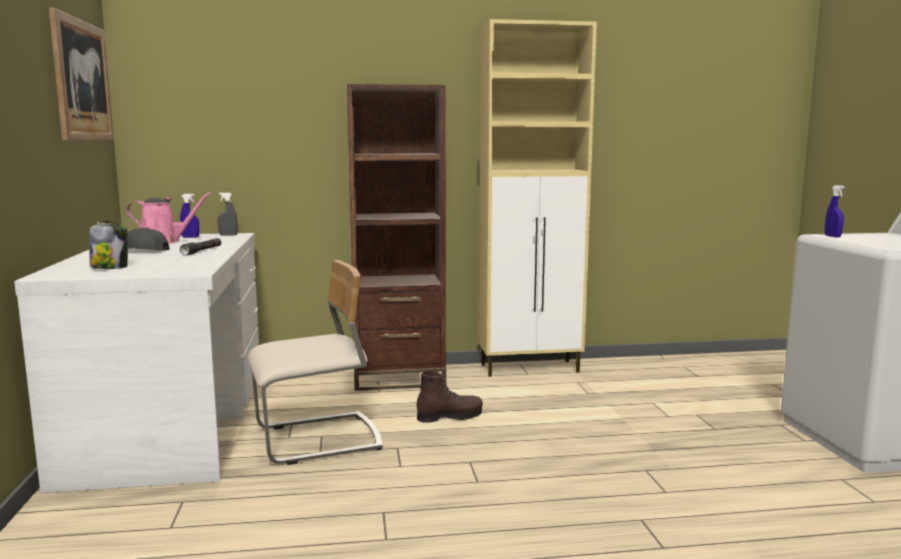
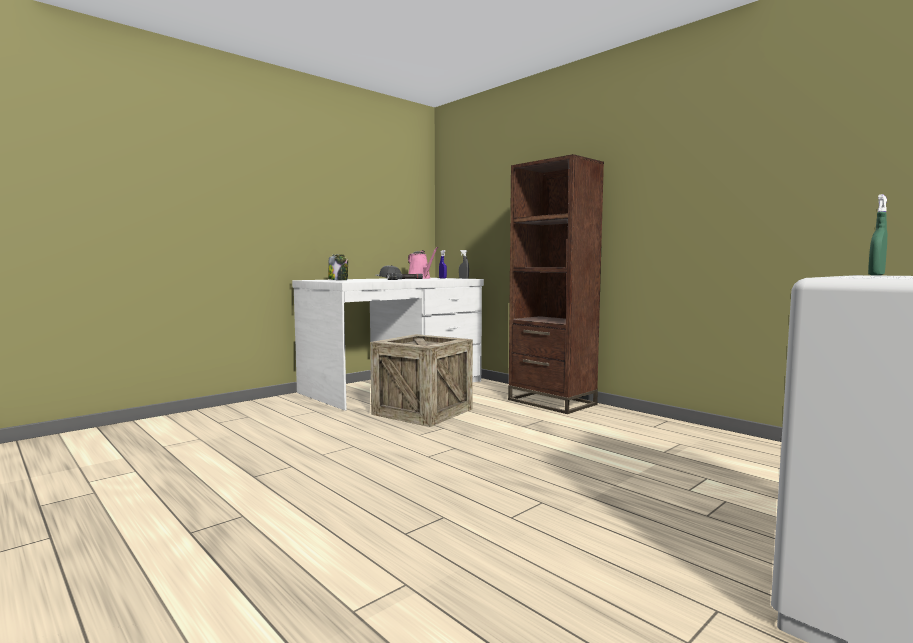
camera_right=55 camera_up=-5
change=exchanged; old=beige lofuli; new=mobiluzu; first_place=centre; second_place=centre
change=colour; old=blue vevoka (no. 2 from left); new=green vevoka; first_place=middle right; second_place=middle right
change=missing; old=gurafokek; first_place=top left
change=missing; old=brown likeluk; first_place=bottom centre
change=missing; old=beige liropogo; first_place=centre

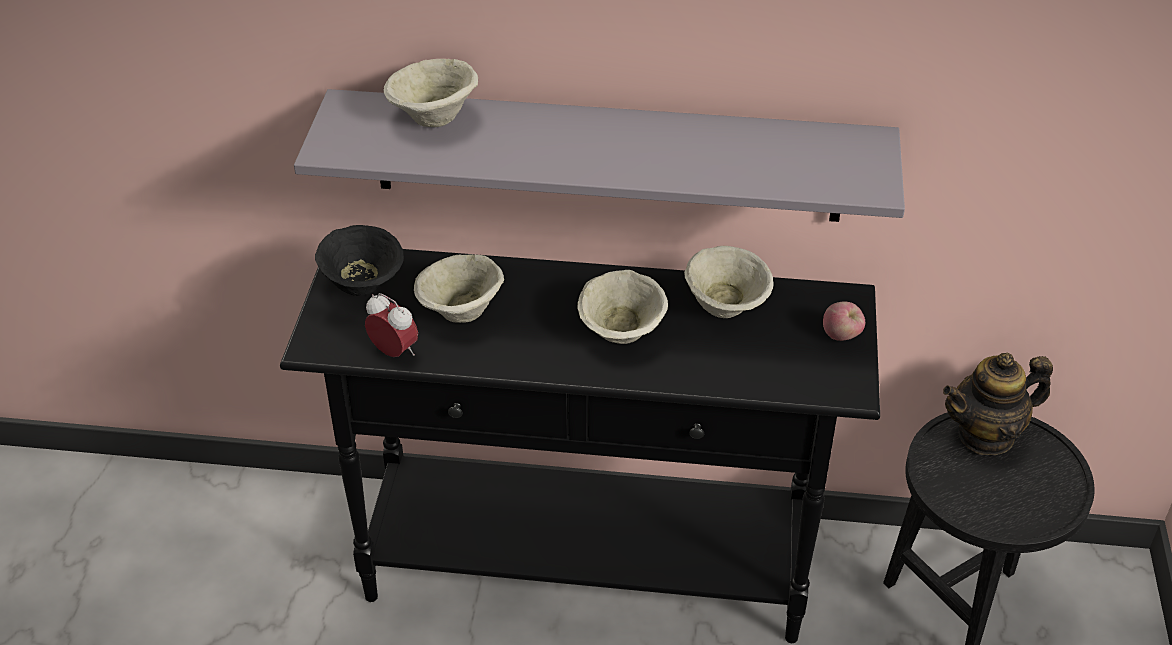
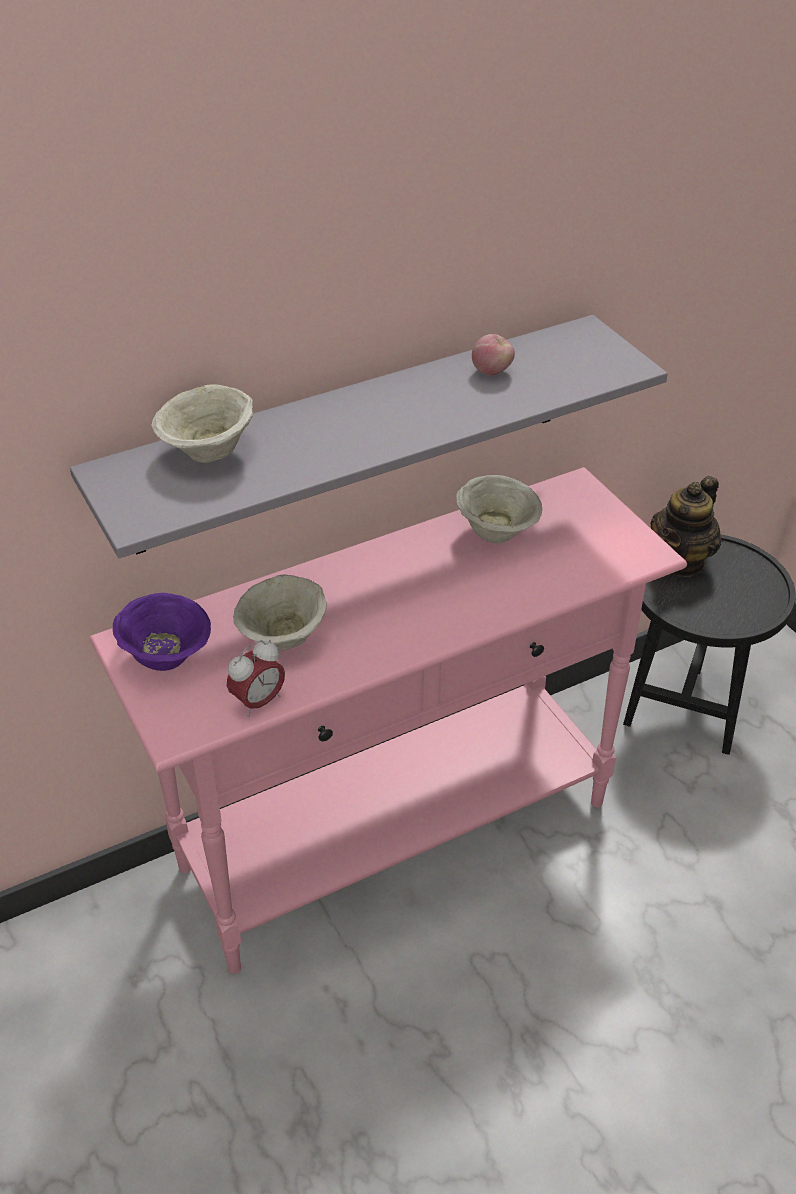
camera_right=-35 camera_up=0
change=colour; old=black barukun; new=pink barukun; first_place=bottom centre; second_place=centre
change=colour; old=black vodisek; new=purple vodisek; first_place=middle left; second_place=middle left
change=spun; old=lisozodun; first_place=centre; second_place=middle left; degrees=135
change=relocated; old=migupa; first_place=middle right; second_place=top centre
change=missing; old=beige vodisek (no. 3 from left); first_place=centre

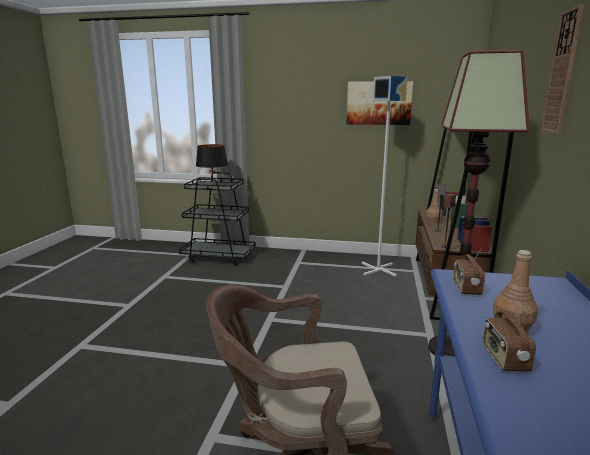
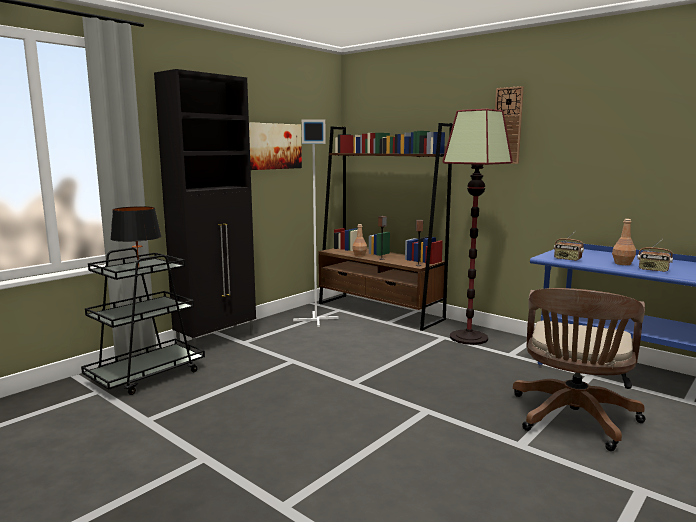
camera_right=-60 camera_up=-5
change=appeared; new=black liropogo; second_place=middle left

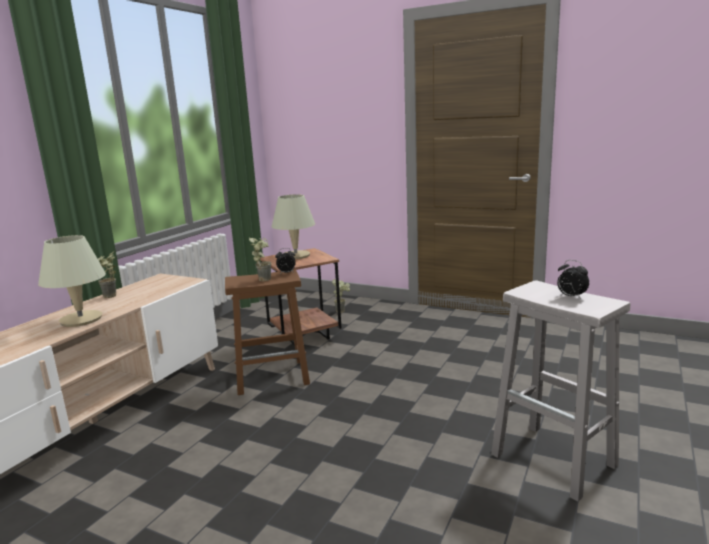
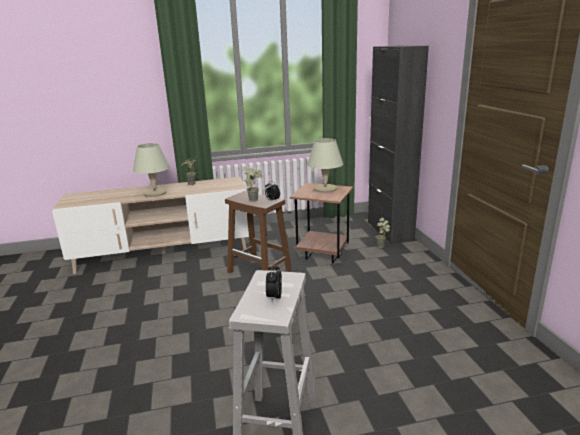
camera_right=50 camera_up=5
change=appeared; new=black liropogo; second_place=middle right

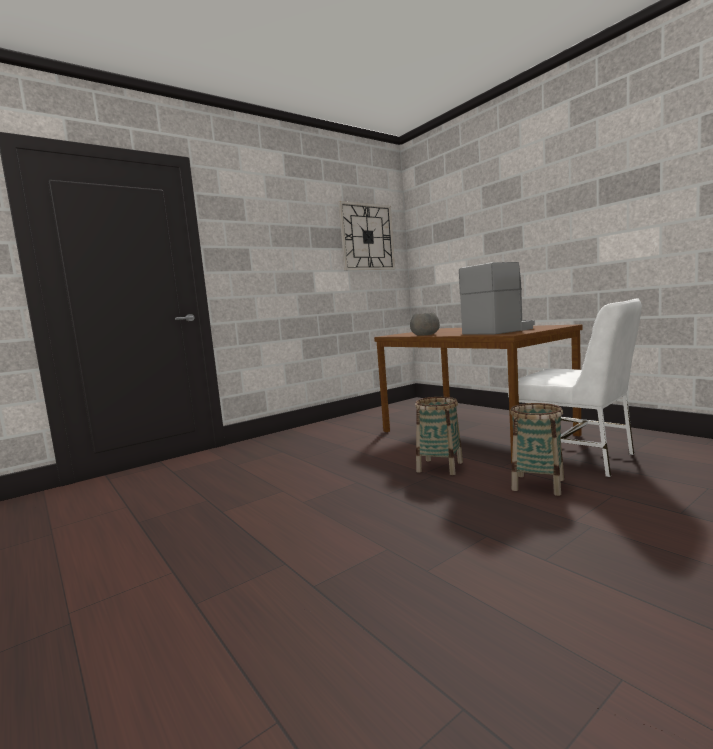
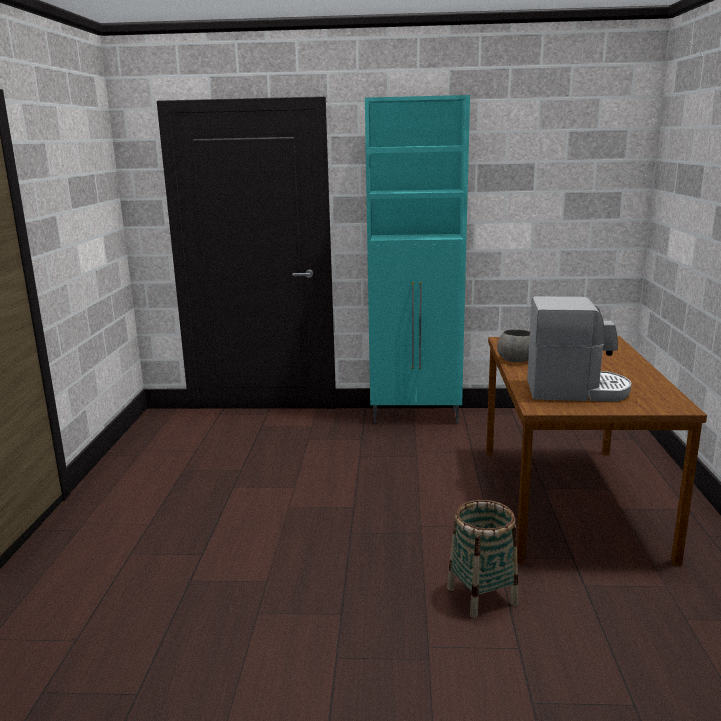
camera_right=40 camera_up=10
change=appeared; new=turquoise liropogo; second_place=centre
change=missing; old=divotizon; first_place=top centre
change=missing; old=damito (no. 1 from left); first_place=centre
change=missing; old=white lofuli; first_place=middle right

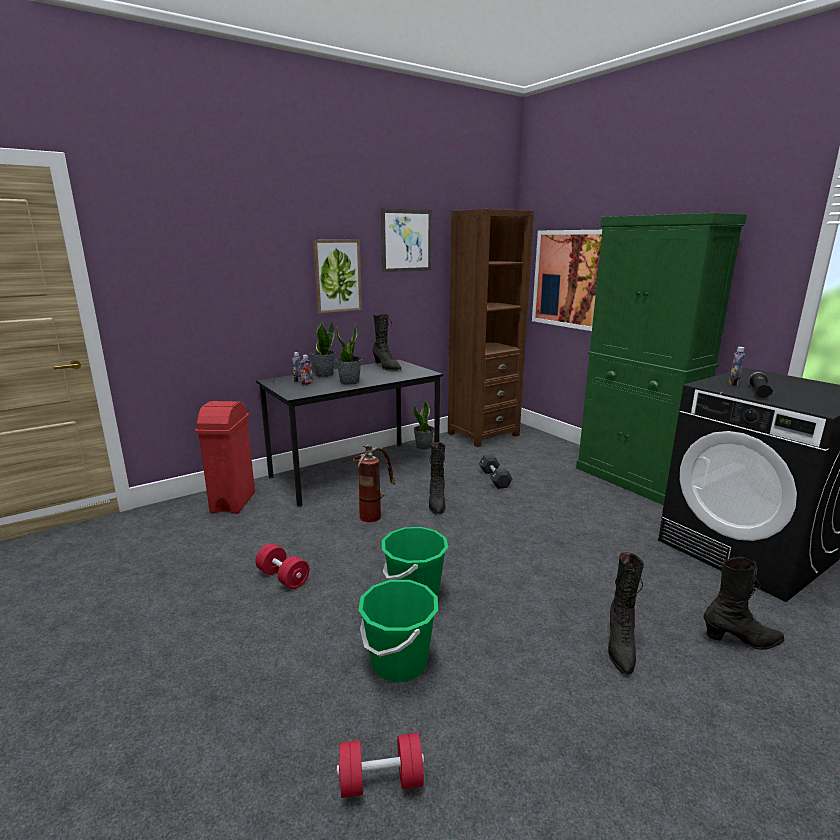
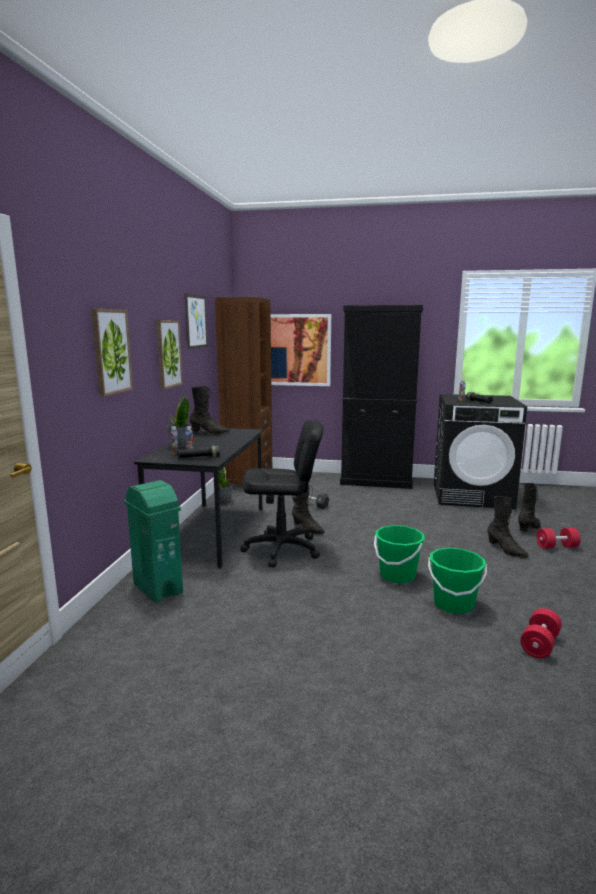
camera_right=-45 camera_up=-5
change=appeared; new=gurafokek (no. 1 from left); second_place=middle left
change=colour; old=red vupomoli; new=green vupomoli; first_place=middle left; second_place=middle left
change=appeared; new=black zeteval (no. 1 from left); second_place=centre
change=exchanged; old=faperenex; new=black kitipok; first_place=centre; second_place=centre
change=colour; old=green liropogo; new=black liropogo; first_place=middle right; second_place=centre
change=relocated; old=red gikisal (no. 1 from left in the first image); new=red gikisal (no. 2 from left); first_place=bottom centre; second_place=middle right
change=missing; old=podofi (no. 2 from left); first_place=centre

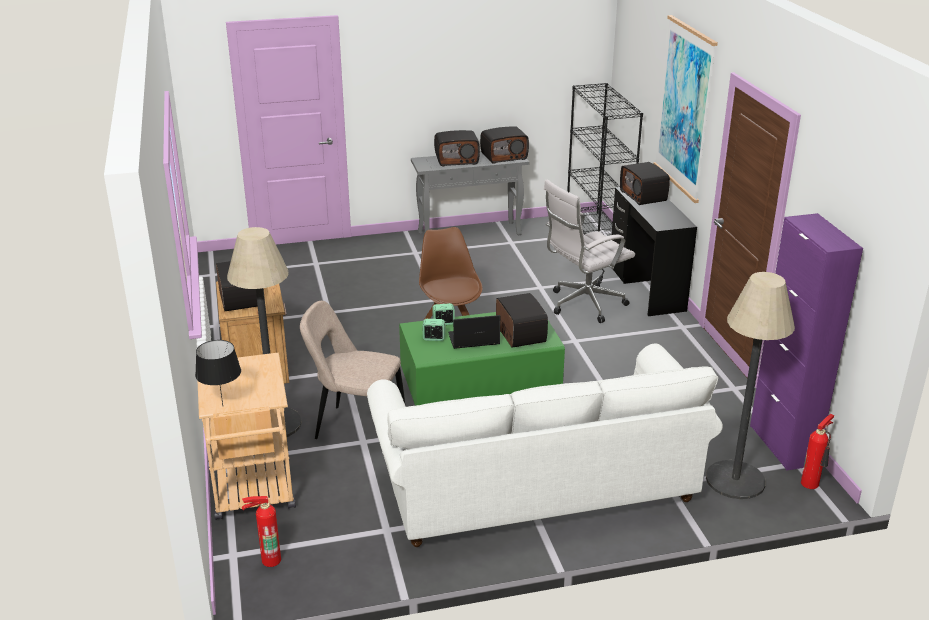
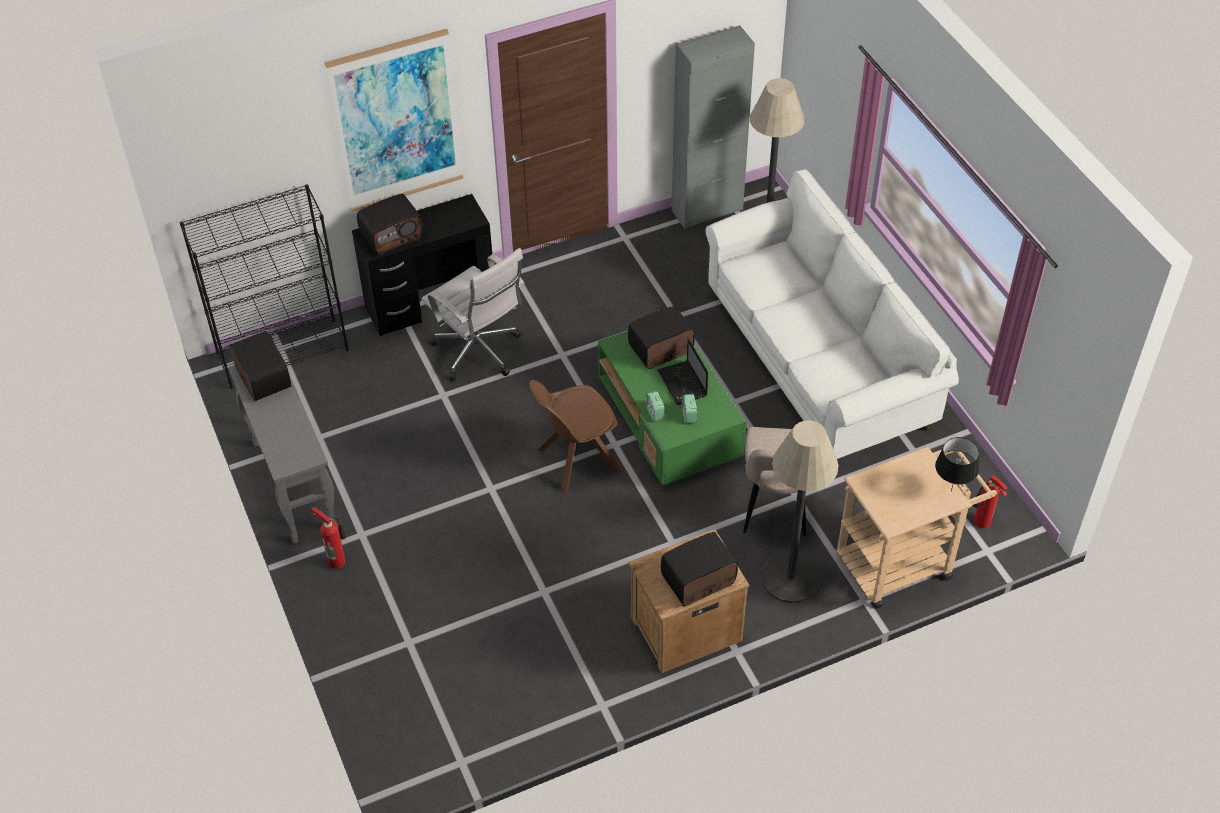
camera_right=-100 camera_up=20
change=relocated; old=faperenex (no. 2 from left in the first image); new=faperenex (no. 1 from left); first_place=bottom right; second_place=middle left
change=colour; old=purple liropogo; new=grey liropogo; first_place=middle right; second_place=top centre
change=missing; old=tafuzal (no. 2 from left); first_place=top centre

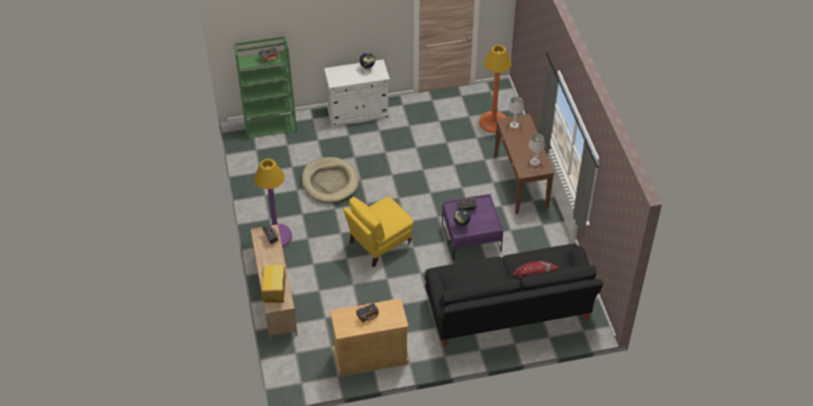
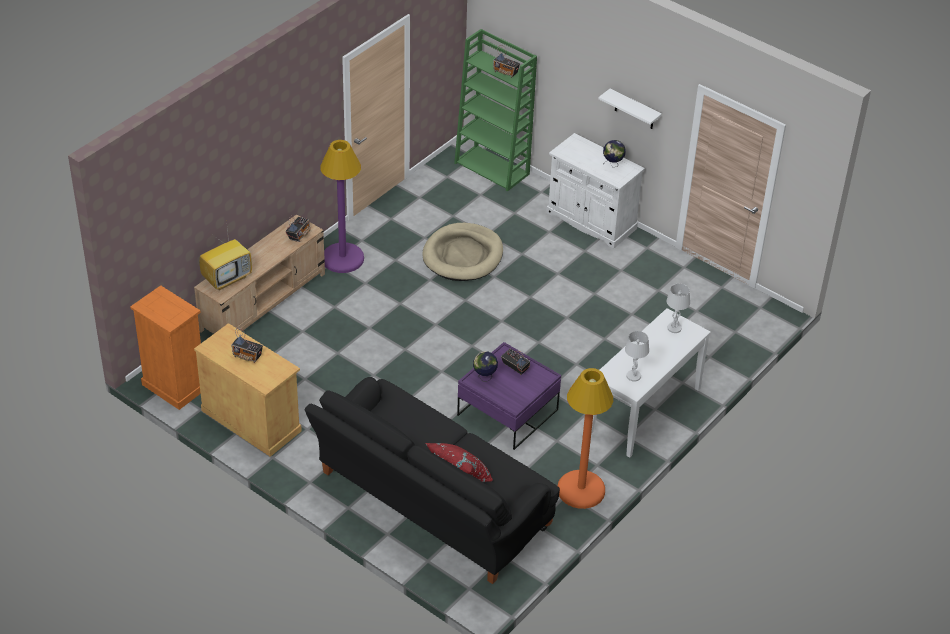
camera_right=50 camera_up=-5
change=appeared; new=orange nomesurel; second_place=middle left
change=relocated; old=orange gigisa; first_place=top centre; second_place=bottom centre
change=colour; old=brown barukun; new=white barukun; first_place=centre; second_place=middle right
change=appeared; new=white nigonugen; second_place=top centre
change=missing; old=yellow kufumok; first_place=centre

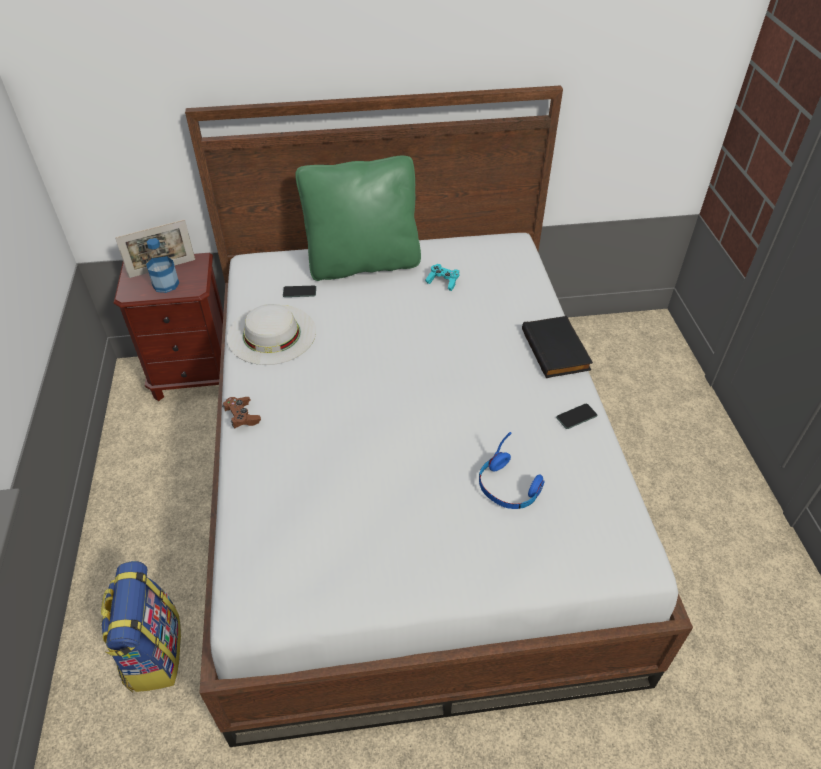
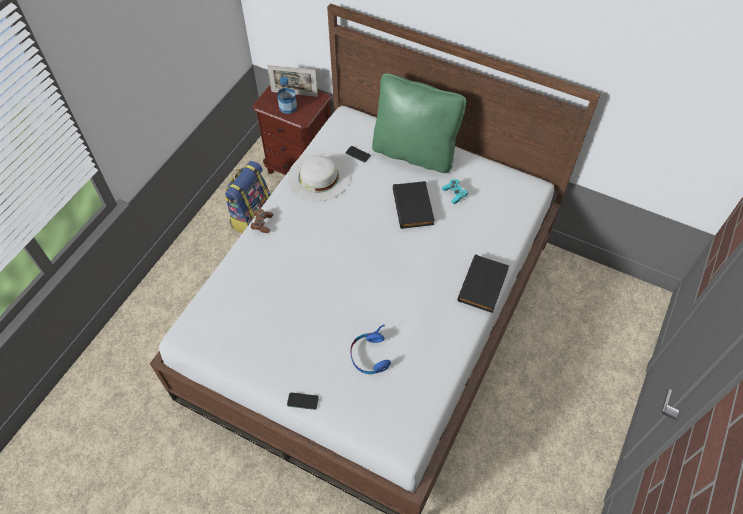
camera_right=35 camera_up=10
change=relocated; old=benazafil; first_place=bottom left; second_place=middle left
change=relocated; old=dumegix (no. 2 from left in the first image); new=dumegix (no. 1 from left); first_place=middle right; second_place=bottom centre
change=appeared; new=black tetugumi (no. 1 from left); second_place=centre

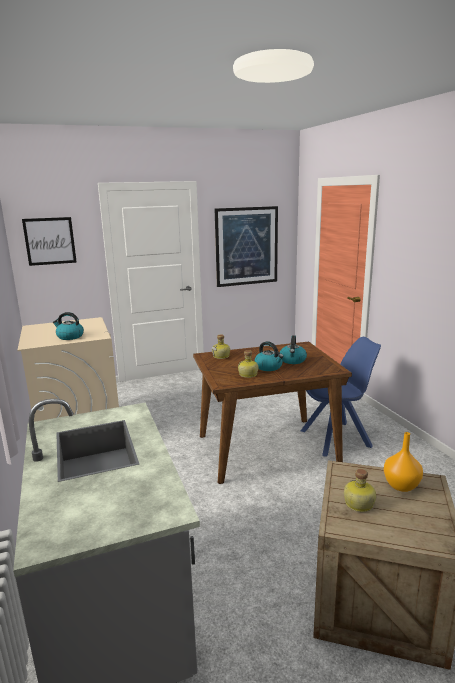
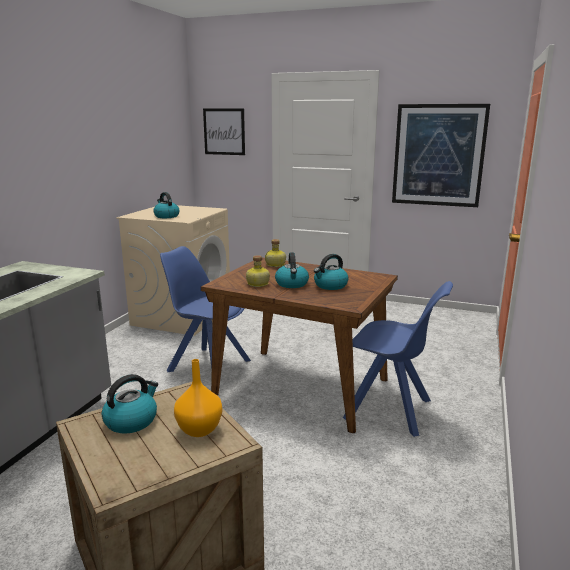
camera_right=40 camera_up=0
change=exchanged; old=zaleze (no. 3 from left); new=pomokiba (no. 1 from left); first_place=bottom right; second_place=bottom left
change=appeared; new=blue lofuli (no. 1 from left); second_place=centre

